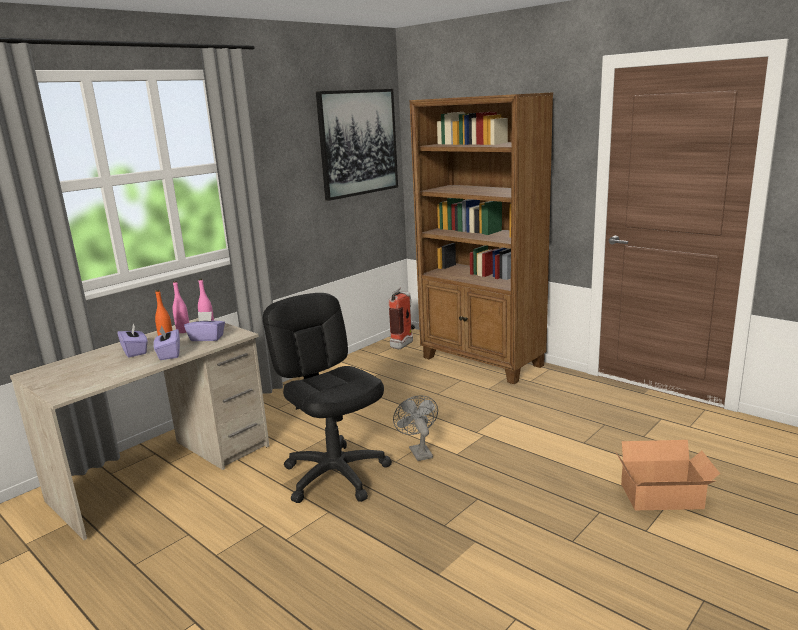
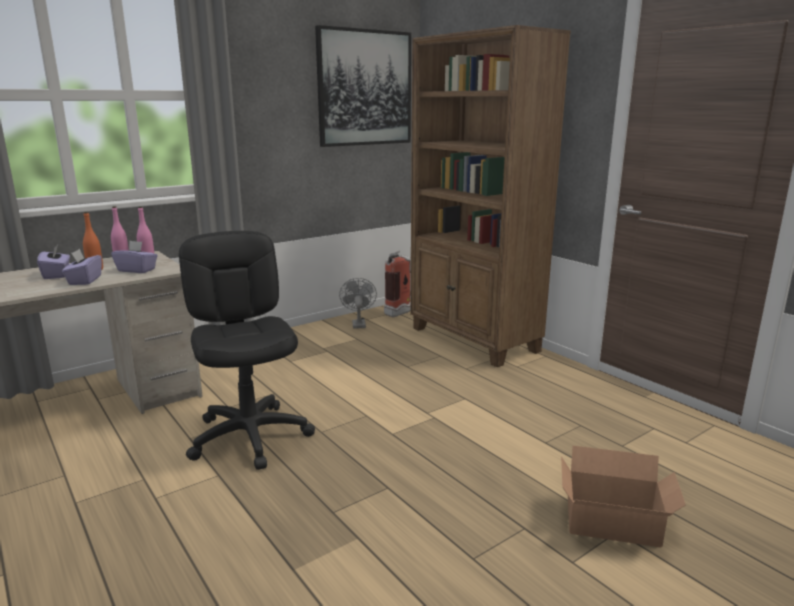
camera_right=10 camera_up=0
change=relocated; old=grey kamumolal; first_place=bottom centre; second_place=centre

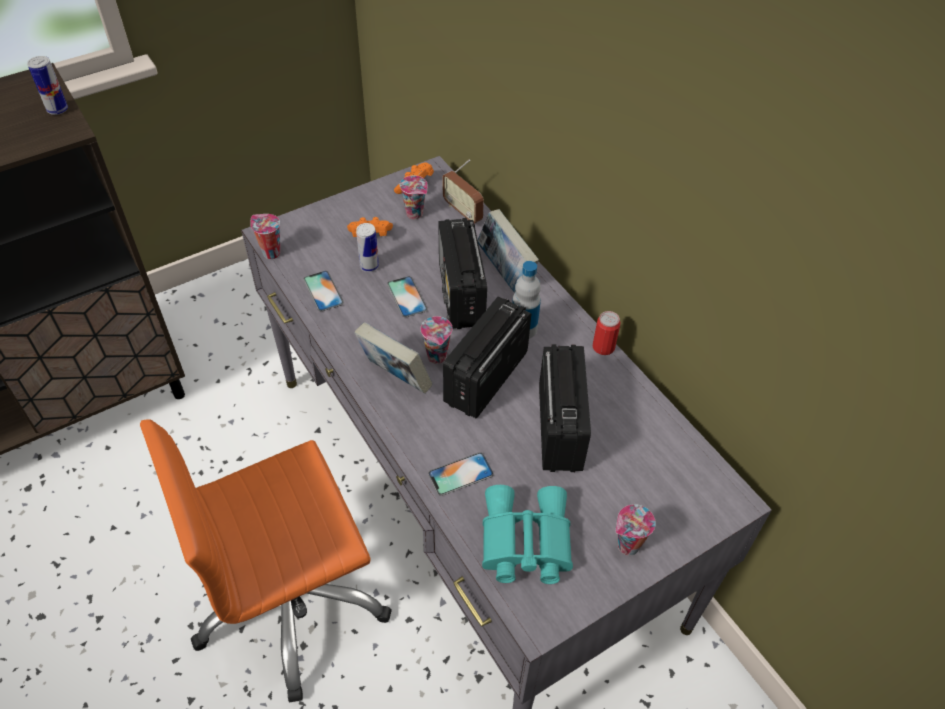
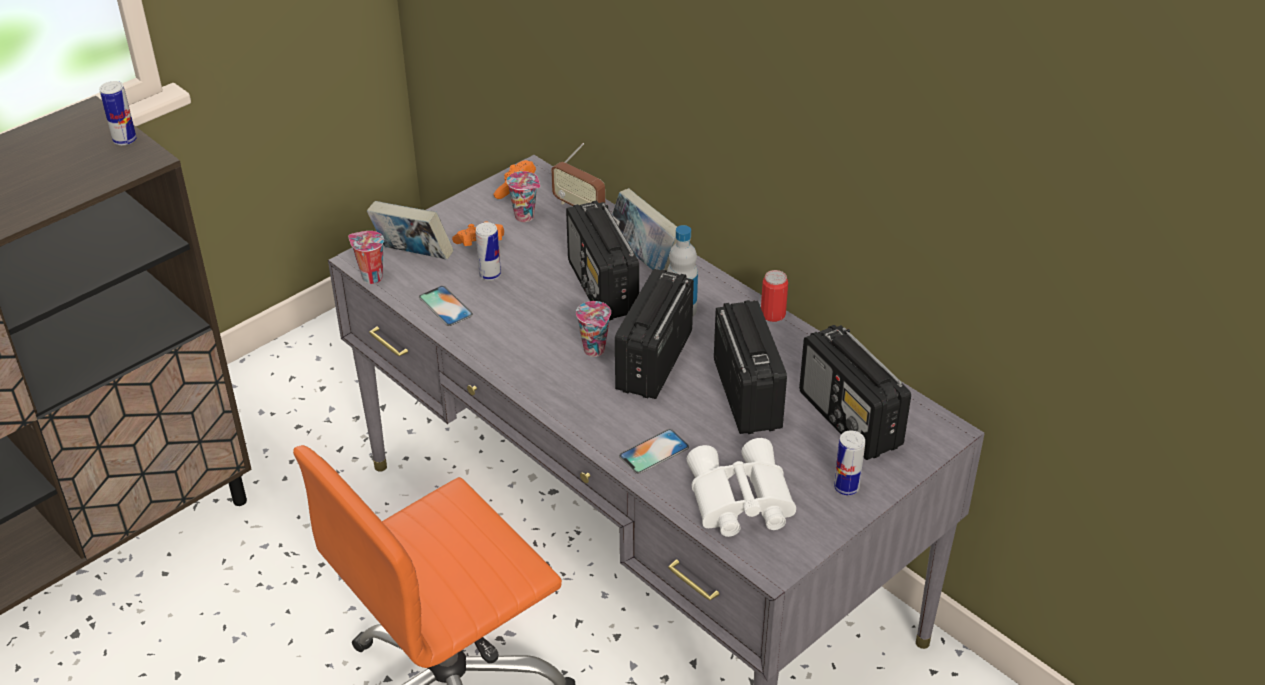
camera_right=-10 camera_up=-10
change=relocated; old=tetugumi (no. 1 from left); first_place=centre; second_place=middle left
change=colour; old=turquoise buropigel; new=white buropigel; first_place=bottom centre; second_place=bottom centre
change=appeared; new=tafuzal (no. 5 from left); second_place=middle right
change=exchanged; old=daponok (no. 4 from left); new=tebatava (no. 4 from left); first_place=bottom right; second_place=bottom right
change=missing; old=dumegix (no. 2 from left); first_place=centre

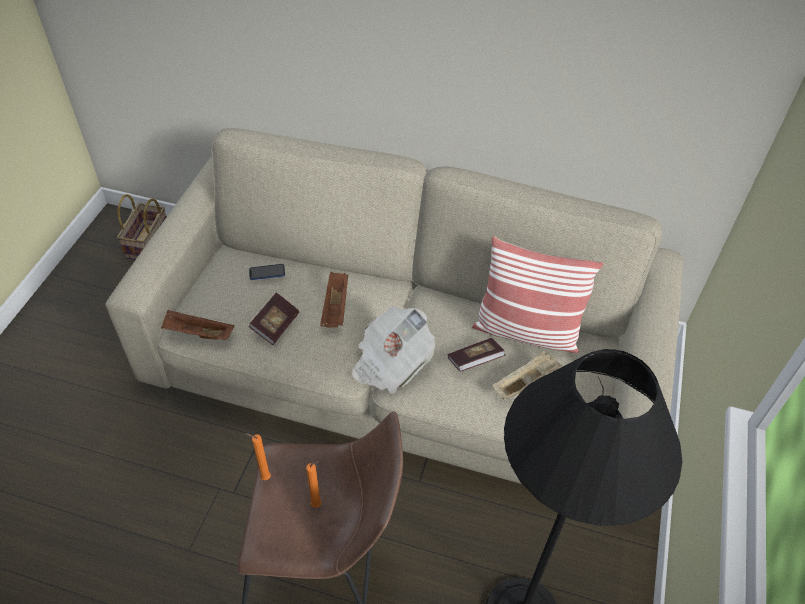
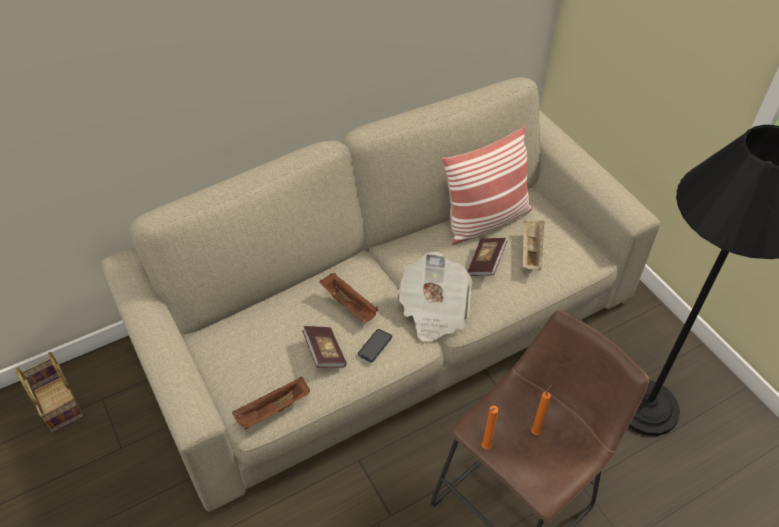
camera_right=-45 camera_up=0
change=relocated; old=dumegix; first_place=middle left; second_place=centre

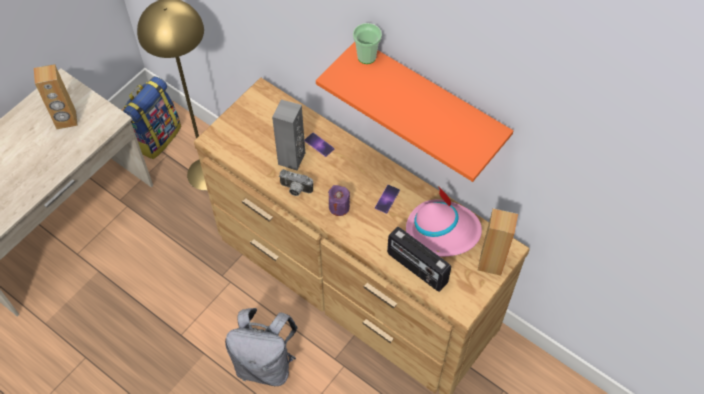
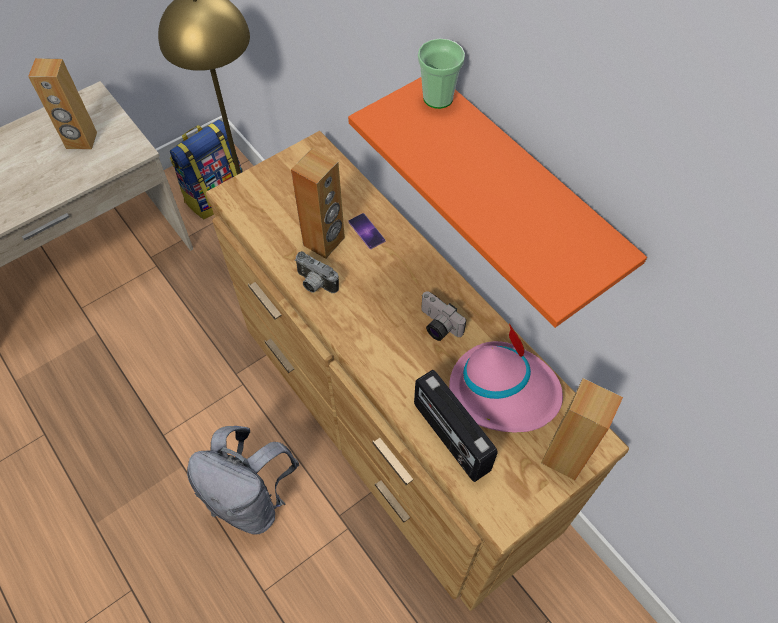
camera_right=15 camera_up=0
change=colour; old=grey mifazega; new=brown mifazega (no. 2 from left); first_place=centre; second_place=top centre
change=exchanged; old=dumegix (no. 2 from left); new=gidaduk (no. 2 from left); first_place=centre; second_place=centre
change=missing; old=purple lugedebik; first_place=centre

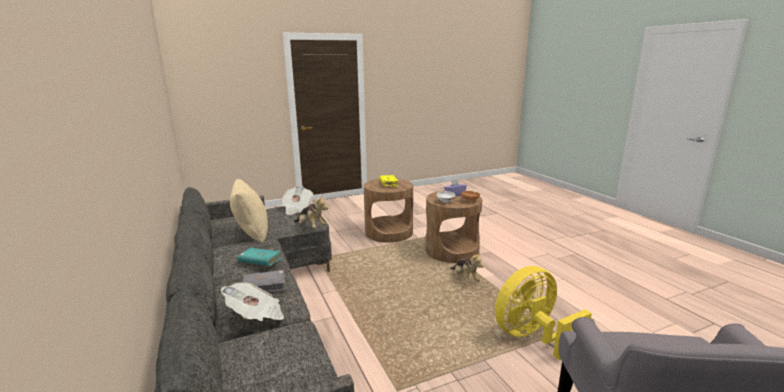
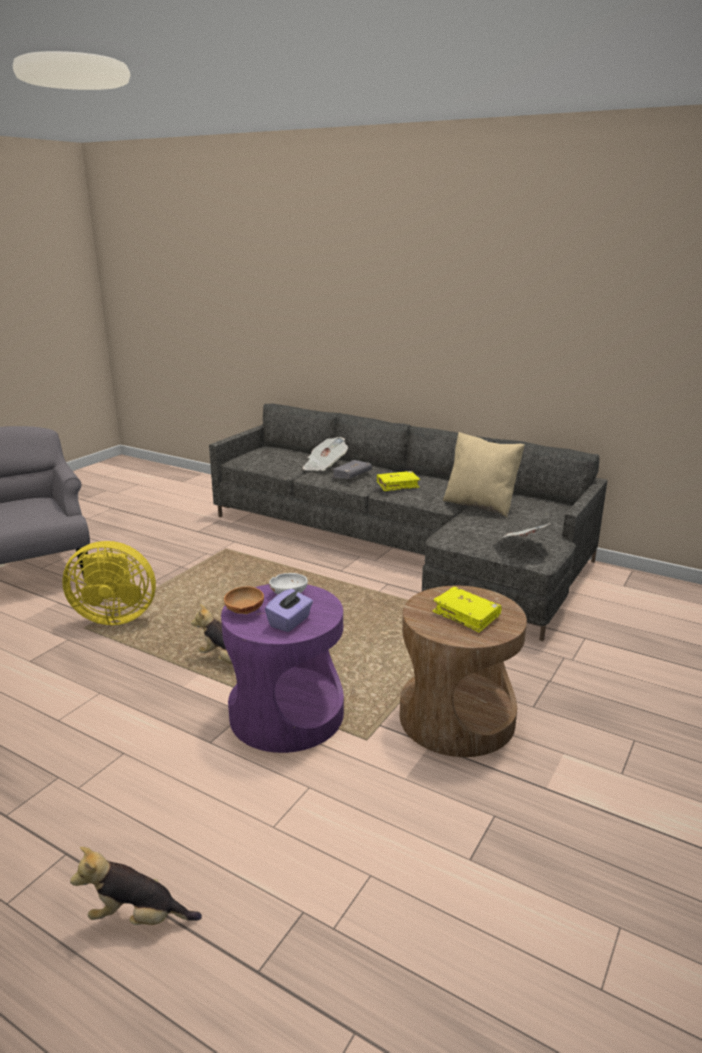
camera_right=145 camera_up=5
change=spun; old=yellow kamumolal; first_place=bottom right; second_place=middle left; degrees=60
change=relocated; old=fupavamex (no. 1 from left); first_place=centre; second_place=bottom left
change=colour; old=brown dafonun (no. 2 from left); new=purple dafonun; first_place=centre; second_place=centre
change=colour; old=turquoise tetugumi; new=yellow tetugumi (no. 1 from left); first_place=middle left; second_place=centre

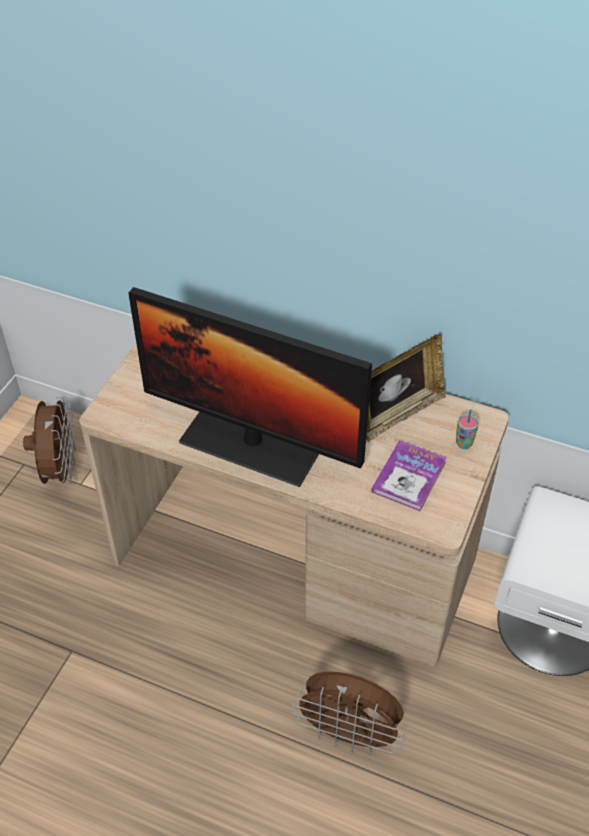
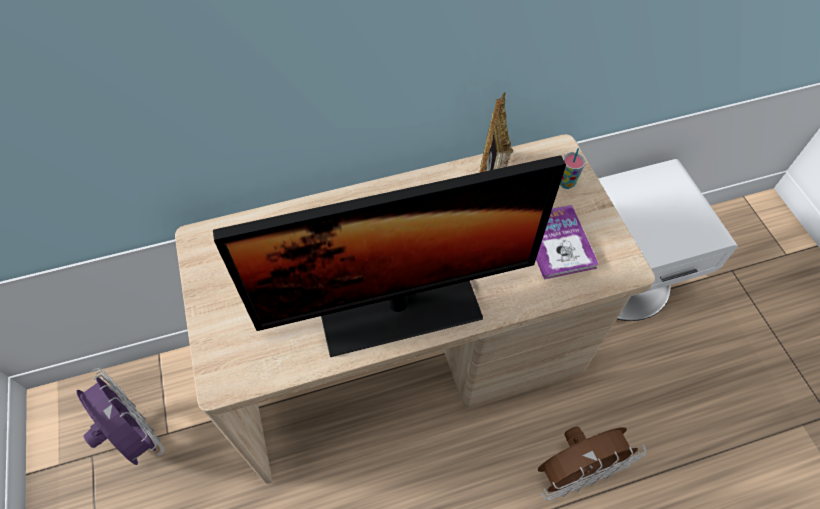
camera_right=-40 camera_up=10
change=colour; old=brown kamumolal (no. 1 from left); new=purple kamumolal; first_place=middle left; second_place=bottom left

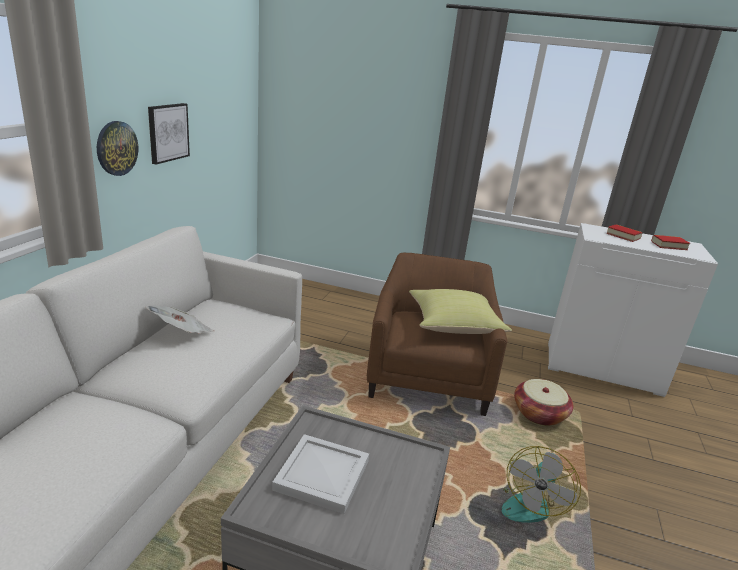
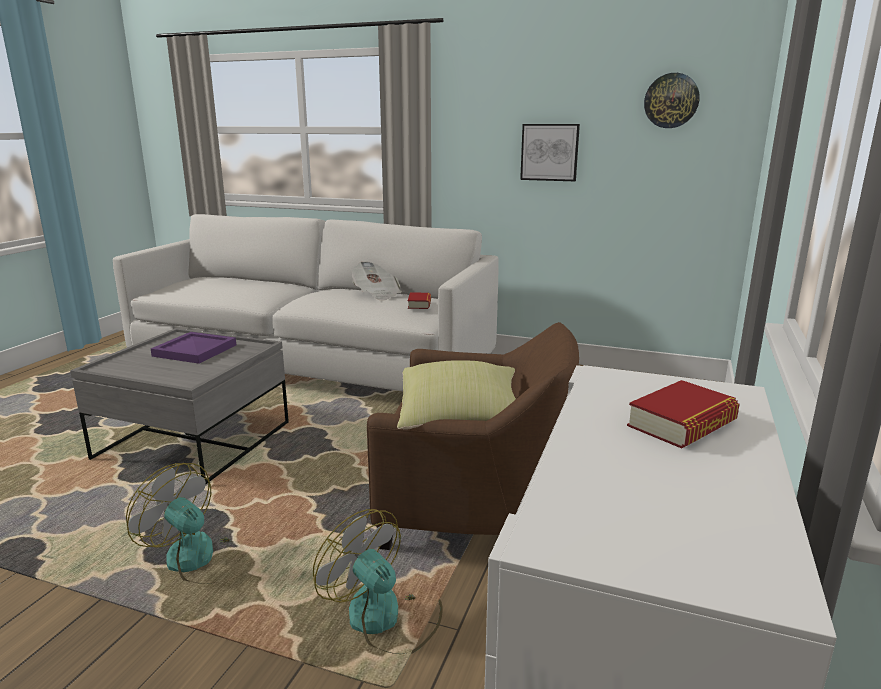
camera_right=95 camera_up=-5
change=colour; old=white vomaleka; new=purple vomaleka; first_place=bottom centre; second_place=middle left
change=exchanged; old=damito; new=kamumolal (no. 2 from left); first_place=bottom right; second_place=bottom centre
change=relocated; old=tetugumi (no. 2 from left in the first image); new=tetugumi (no. 1 from left); first_place=middle right; second_place=centre
change=relocated; old=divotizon; first_place=top left; second_place=top right

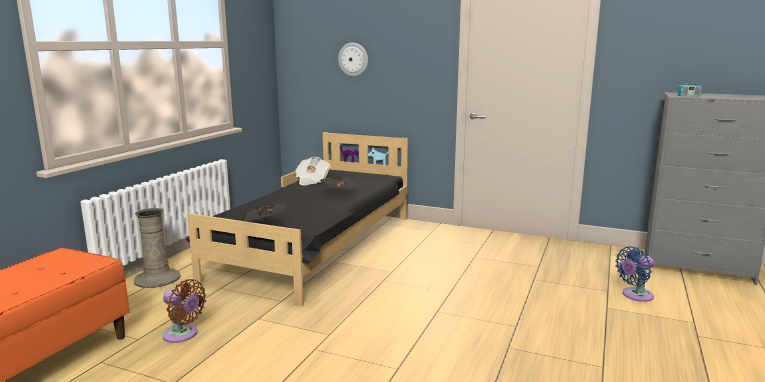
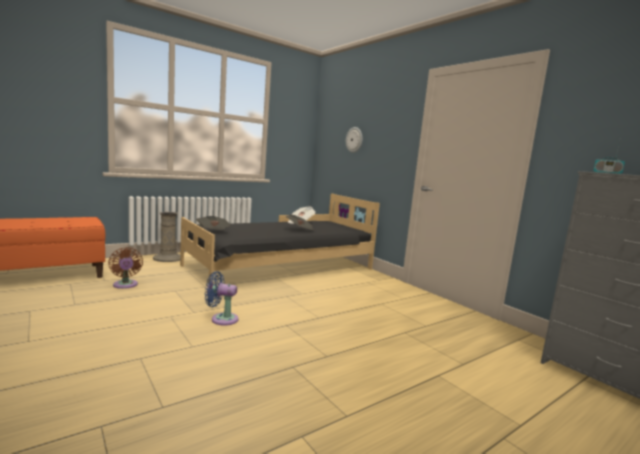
camera_right=30 camera_up=-5
change=relocated; old=blue kamumolal; first_place=bottom right; second_place=centre

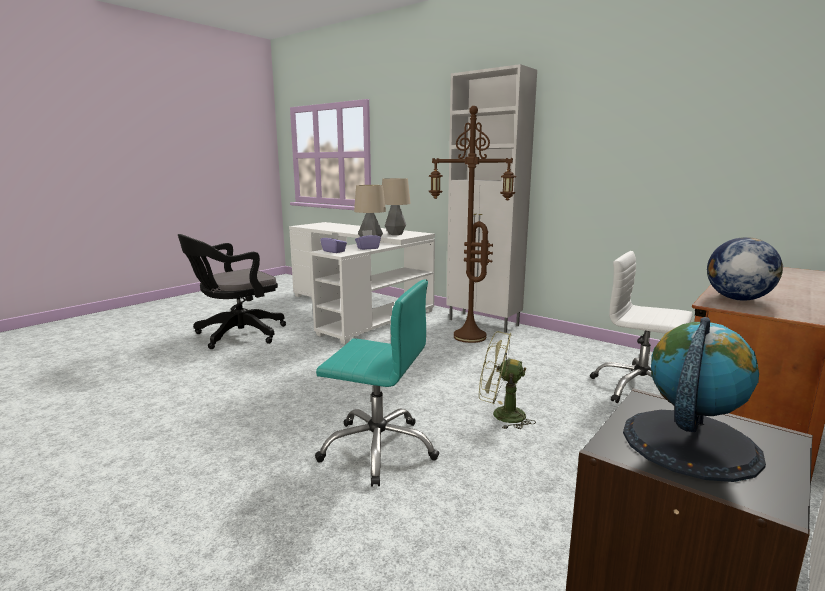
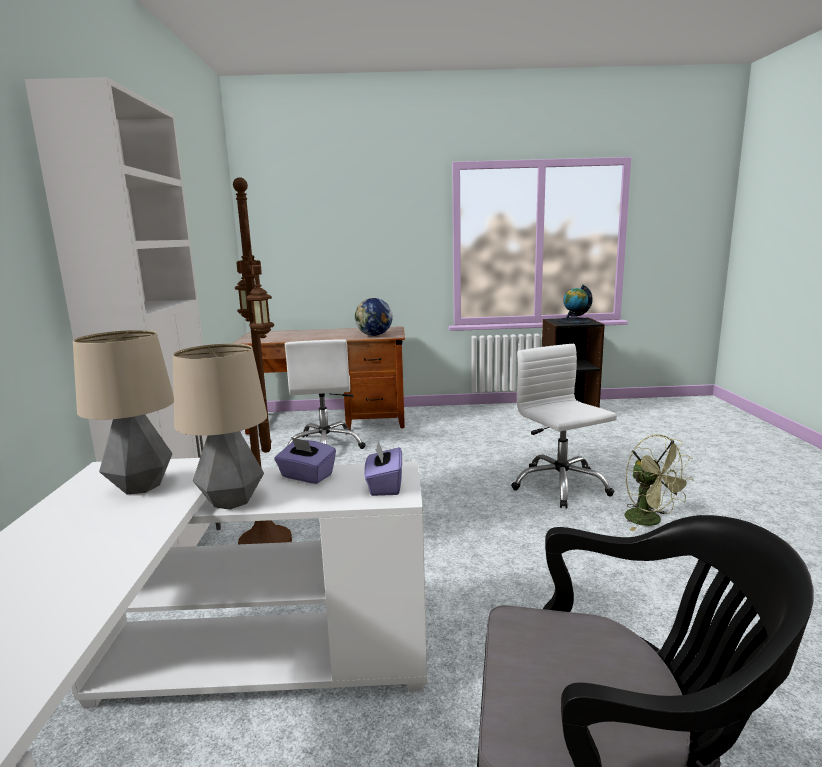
camera_right=-130 camera_up=0
change=colour; old=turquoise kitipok; new=white kitipok (no. 2 from left); first_place=centre; second_place=middle right
change=relocated; old=green kamumolal; first_place=centre; second_place=middle right

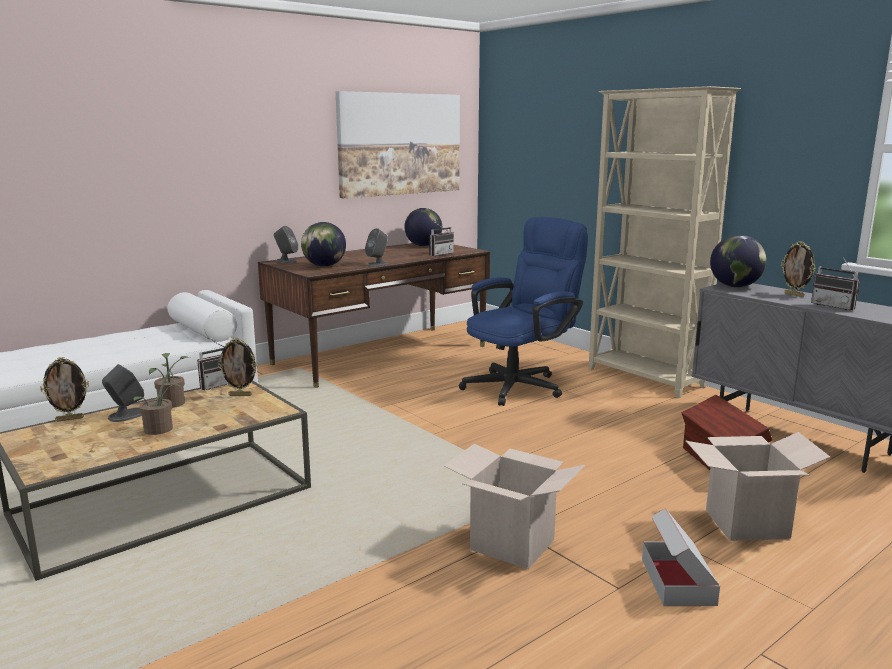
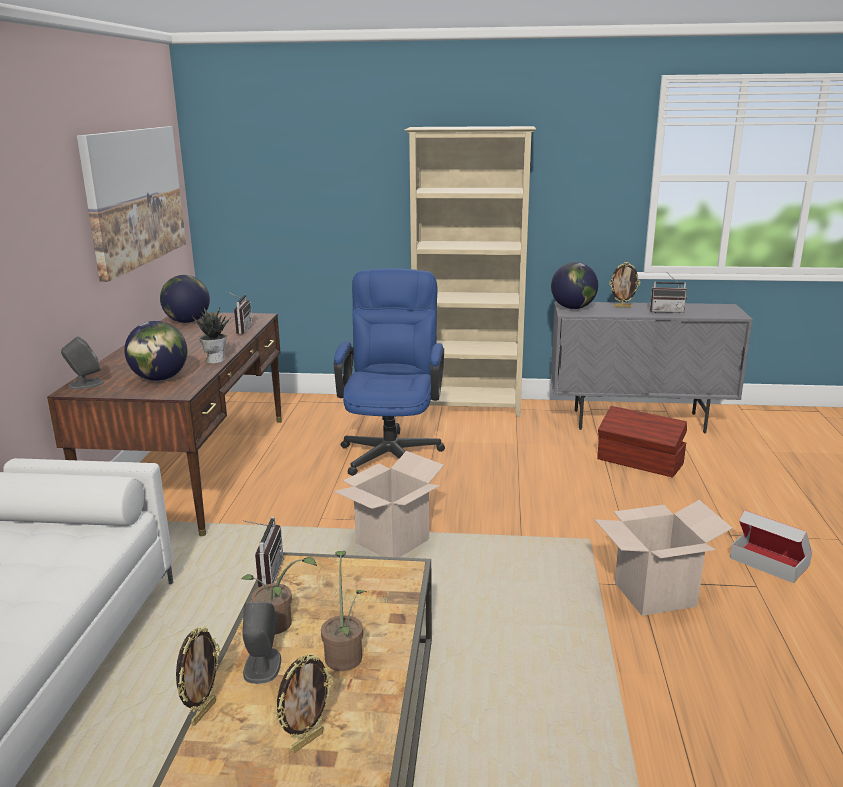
camera_right=-45 camera_up=5
change=exchanged; old=grey mifazega (no. 3 from left); new=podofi (no. 1 from left); first_place=centre; second_place=middle left
change=relocated; old=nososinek (no. 2 from left); first_place=middle left; second_place=bottom centre
change=relocated; old=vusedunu (no. 3 from left in the first image); new=vusedunu (no. 1 from left); first_place=bottom right; second_place=centre

